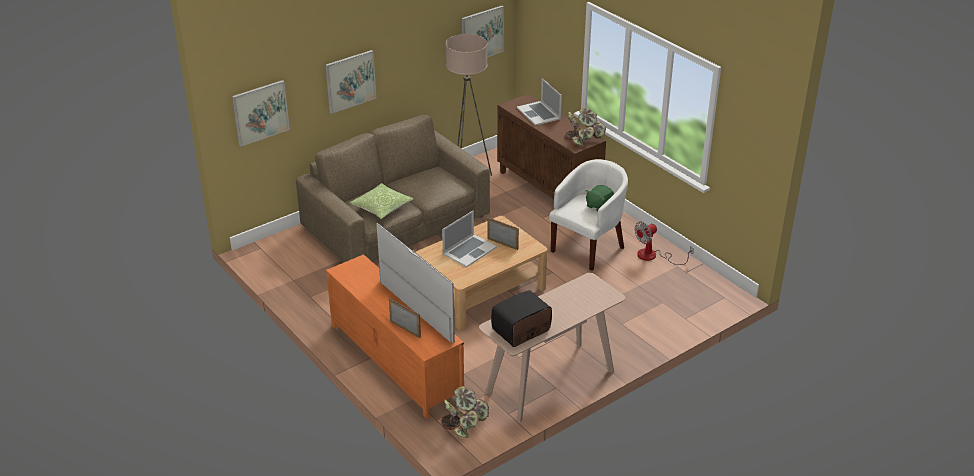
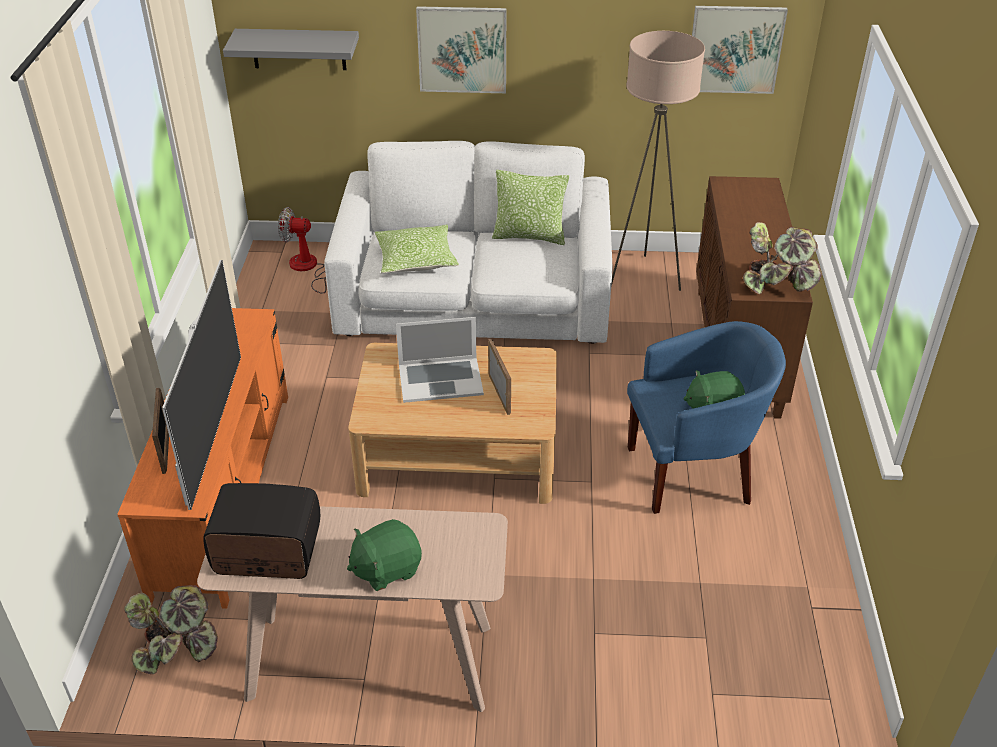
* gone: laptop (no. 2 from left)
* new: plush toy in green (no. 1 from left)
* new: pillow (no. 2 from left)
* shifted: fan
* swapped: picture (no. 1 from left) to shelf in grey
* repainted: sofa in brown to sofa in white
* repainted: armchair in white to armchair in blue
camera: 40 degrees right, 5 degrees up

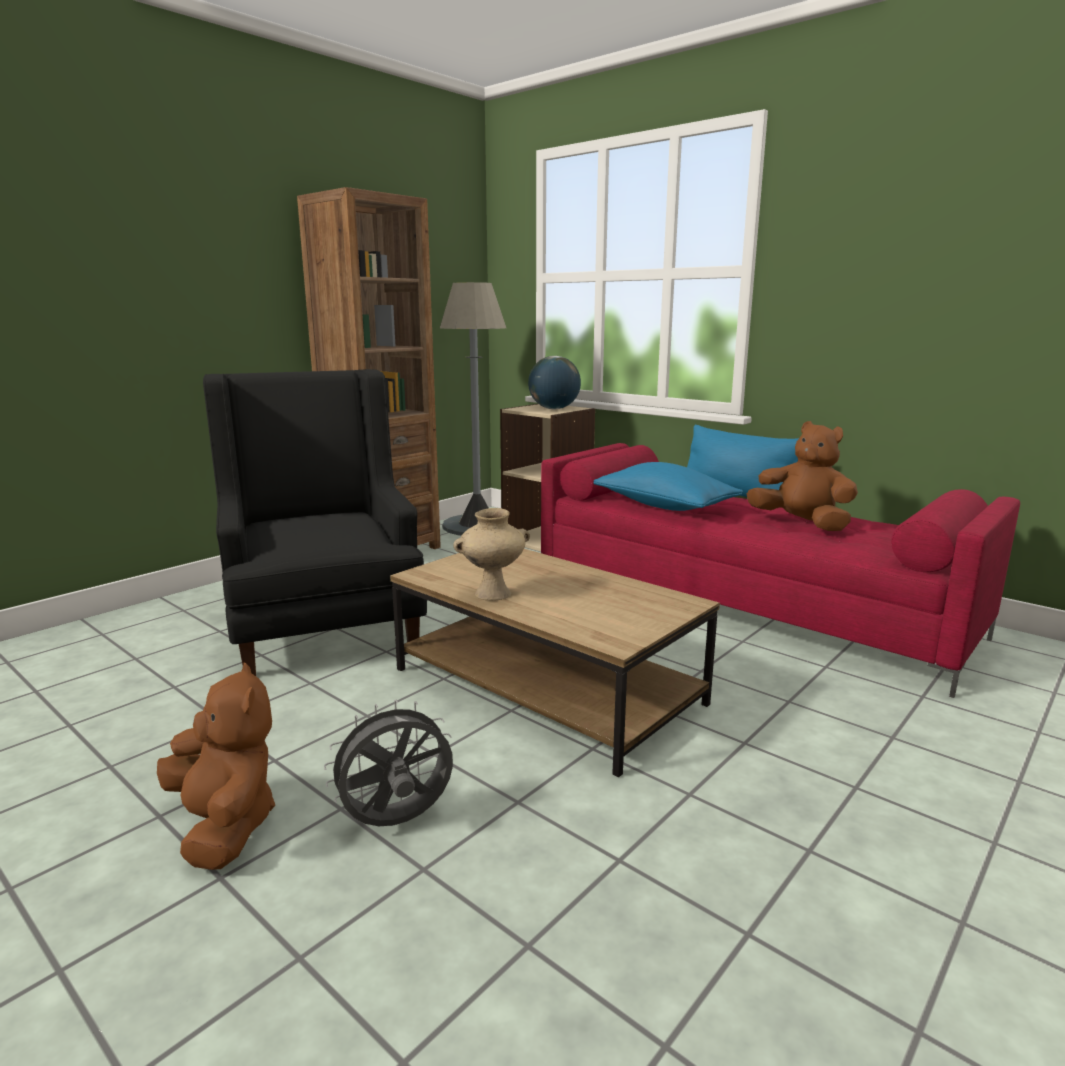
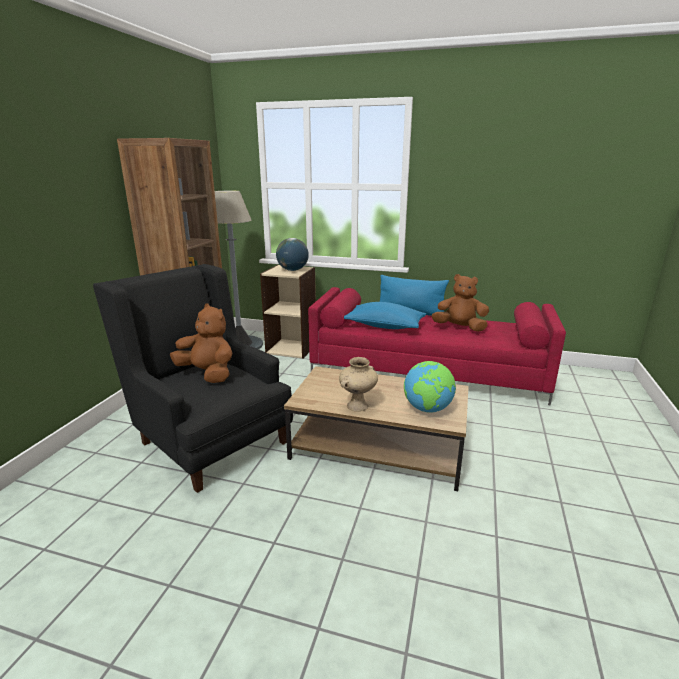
* gone: fan in grey
* new: globe (no. 2 from left)
* shifted: plush toy in brown (no. 1 from left)
camera: 25 degrees left, 5 degrees up

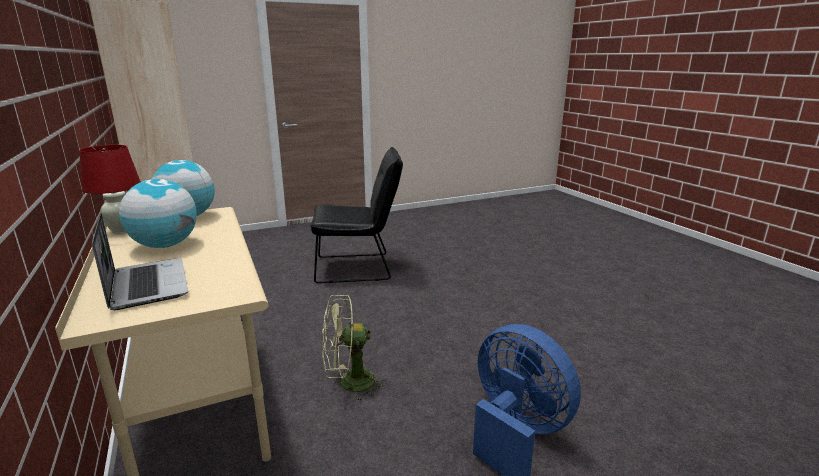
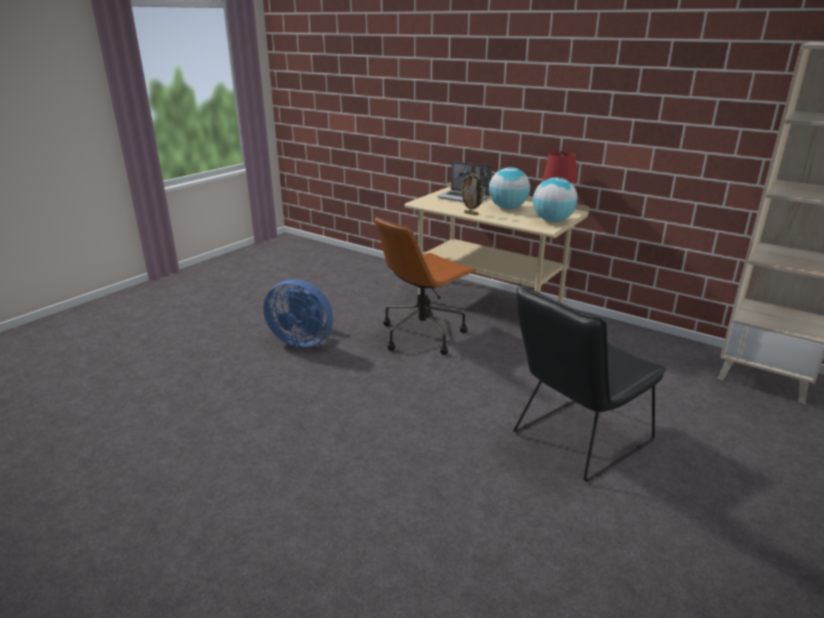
* new: picture frame
* swapped: fan in green to office chair in brown
camera: 150 degrees right, 5 degrees up

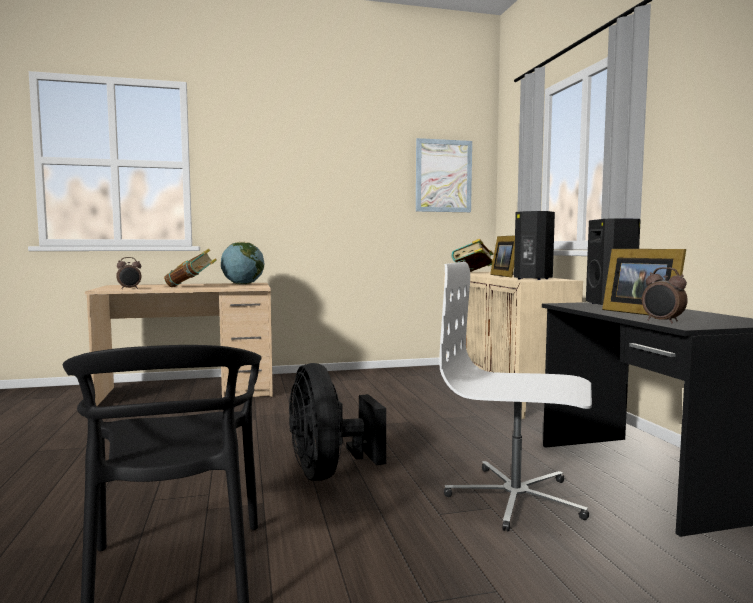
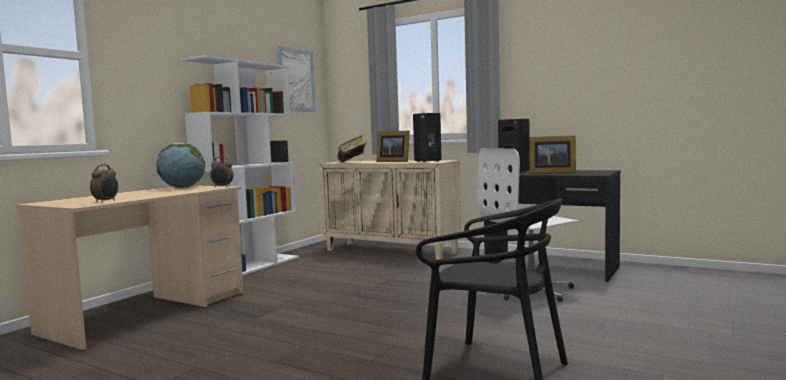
* gone: book (no. 1 from left)
* gone: fan in black
* new: bookcase in white
* shifted: alarm clock (no. 2 from left)
camera: 45 degrees left, 0 degrees up

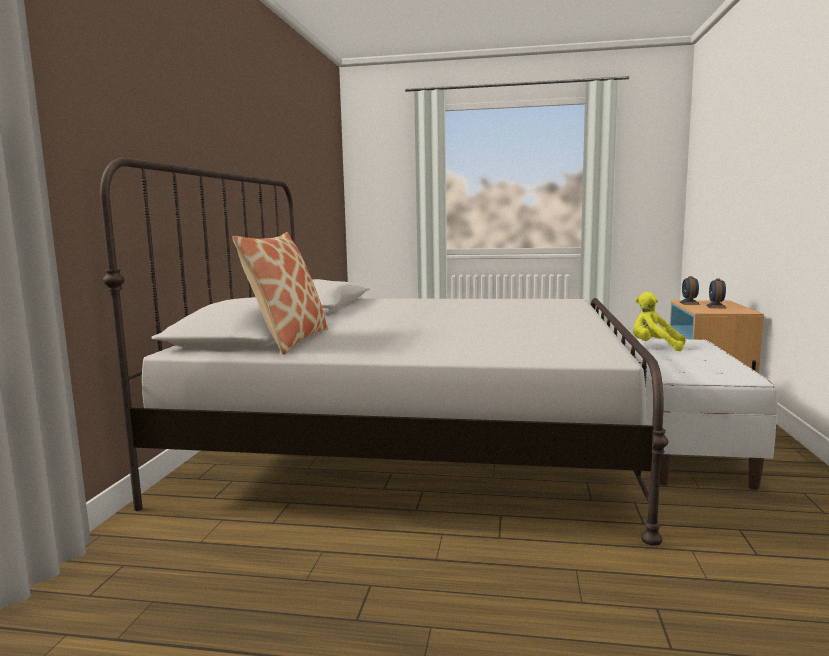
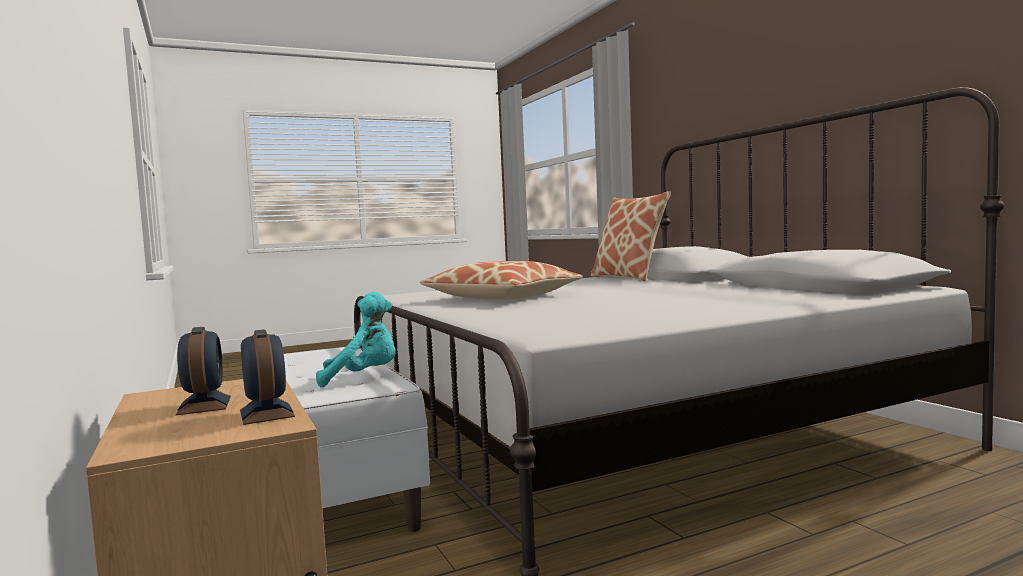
* new: pillow (no. 1 from left)
* repainted: plush toy in yellow to plush toy in turquoise
camera: 145 degrees right, 5 degrees down

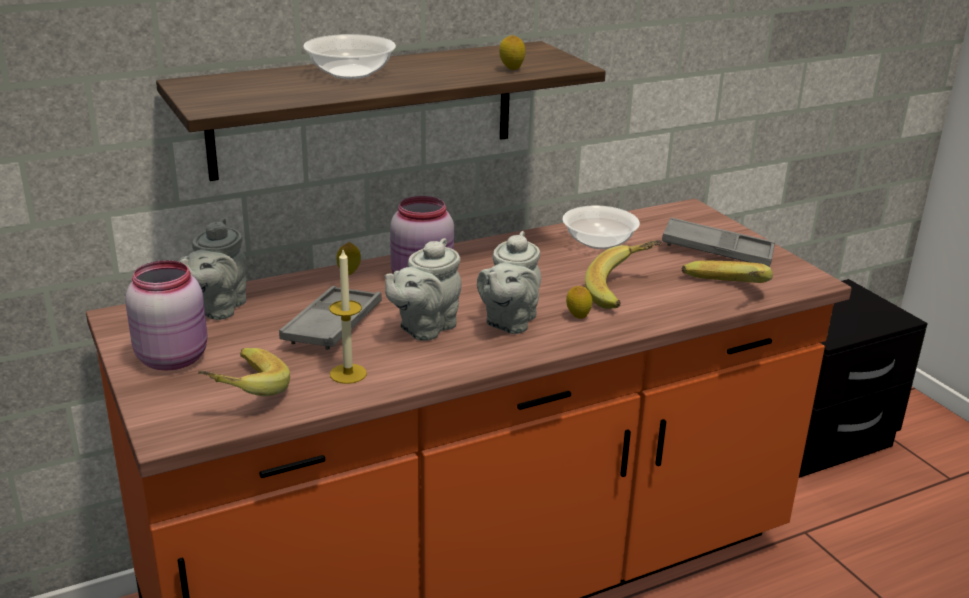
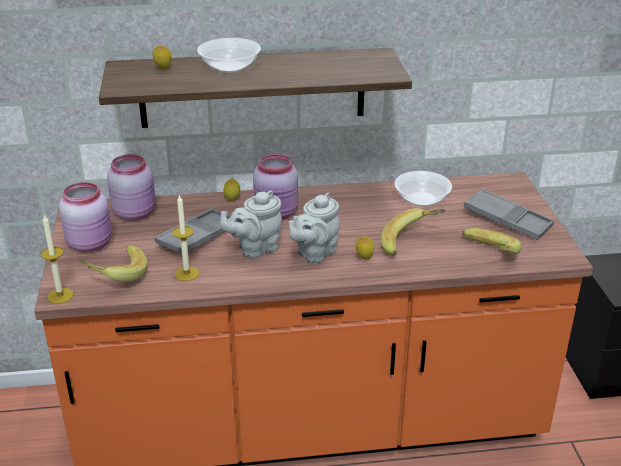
* new: candle (no. 1 from left)
* shifted: lemon (no. 2 from left in the first image) to lemon (no. 1 from left)
* swapped: teapot in grey (no. 1 from left) to jar in pink (no. 2 from left)
camera: 20 degrees right, 5 degrees up

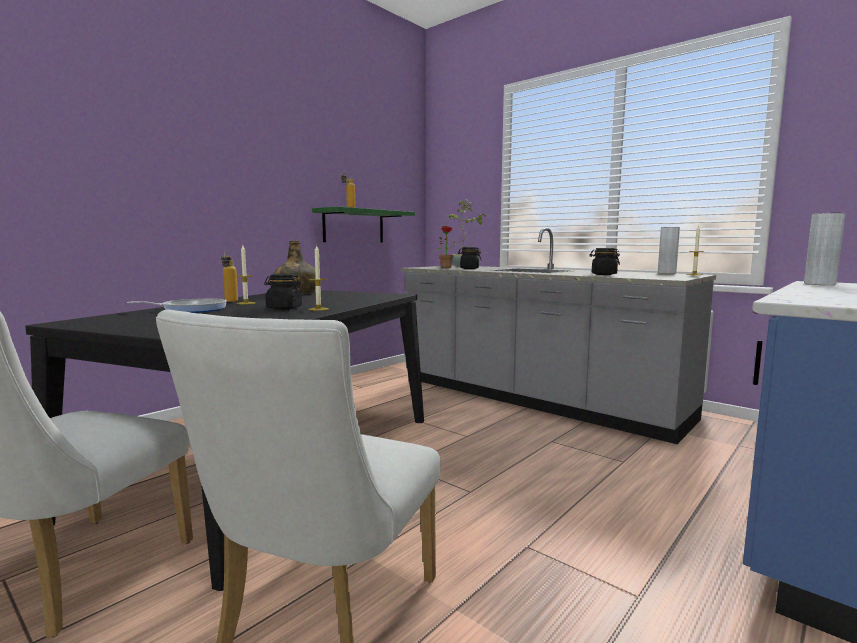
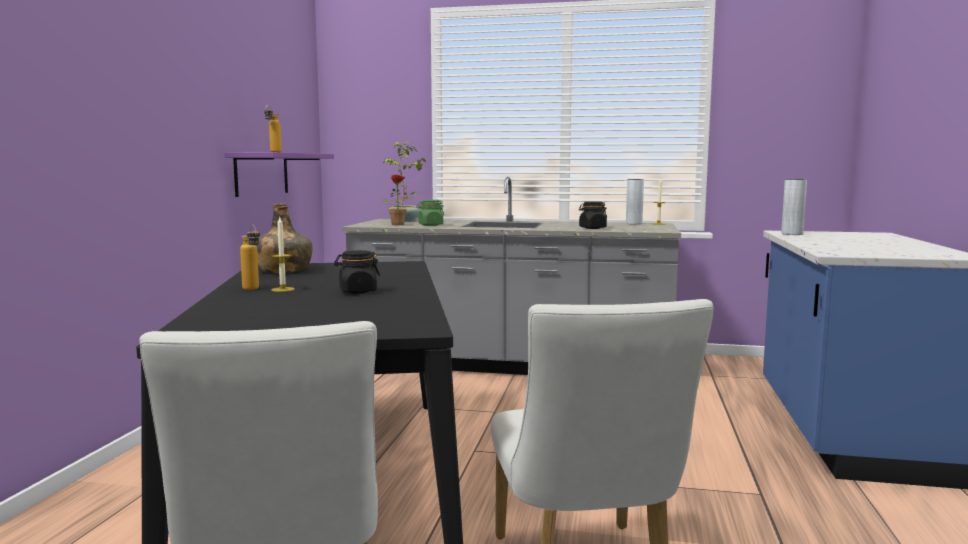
* gone: frying pan
* gone: candle (no. 2 from left)
* repainted: shelf in green to shelf in purple
* repainted: jar in black (no. 2 from left) to jar in green
camera: 30 degrees left, 0 degrees up

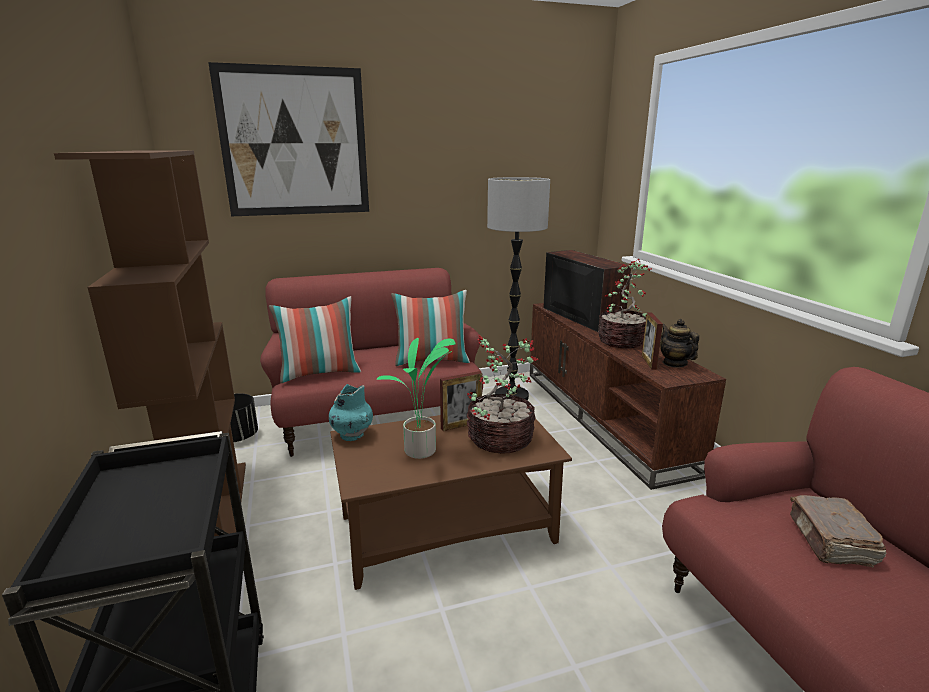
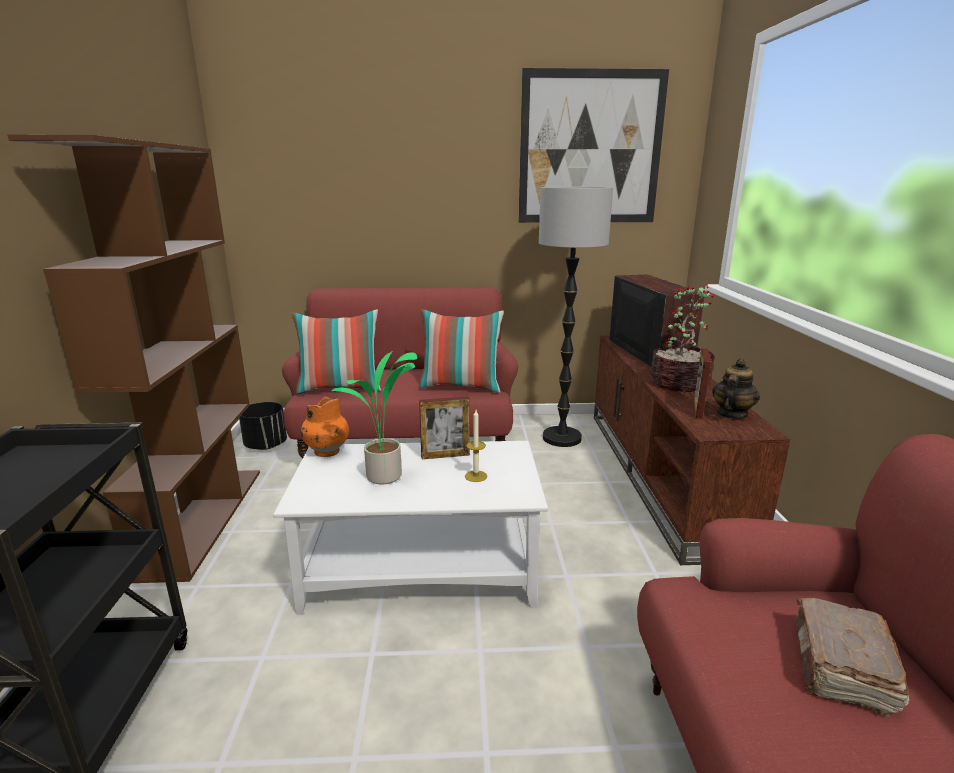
* shifted: picture
* swapped: potted plant (no. 2 from left) to candle
* repainted: vase in turquoise to vase in orange
* repainted: coffee table in brown to coffee table in white
* rotated: teapot 45 degrees clockwise
camera: 15 degrees right, 0 degrees up

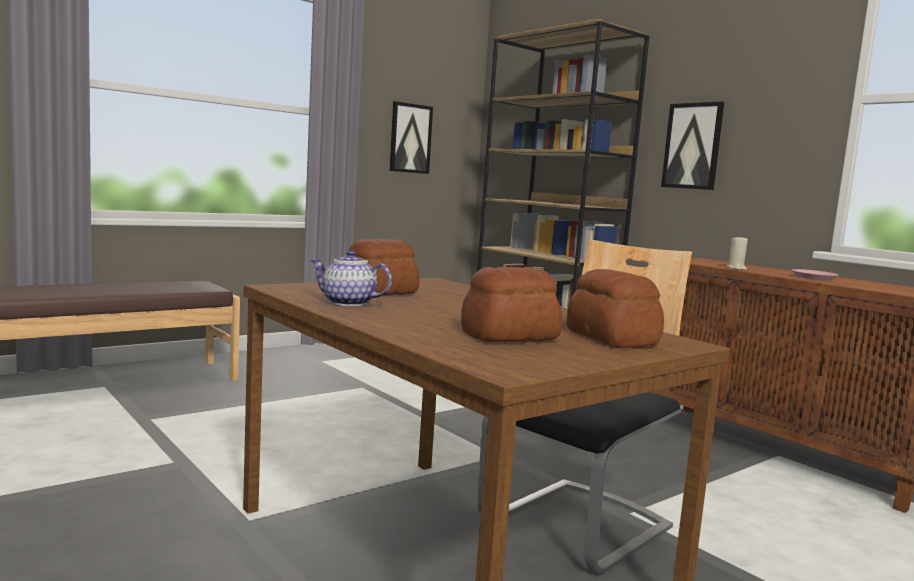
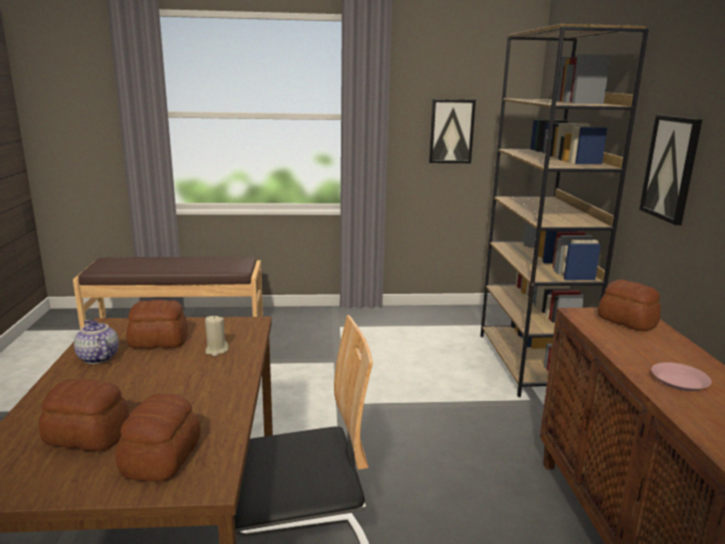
* new: bread (no. 4 from left)
* shifted: candle in beige
camera: 35 degrees right, 10 degrees up

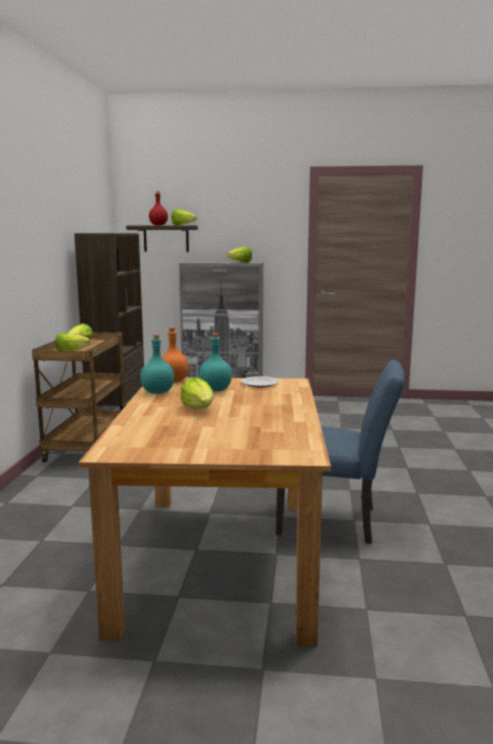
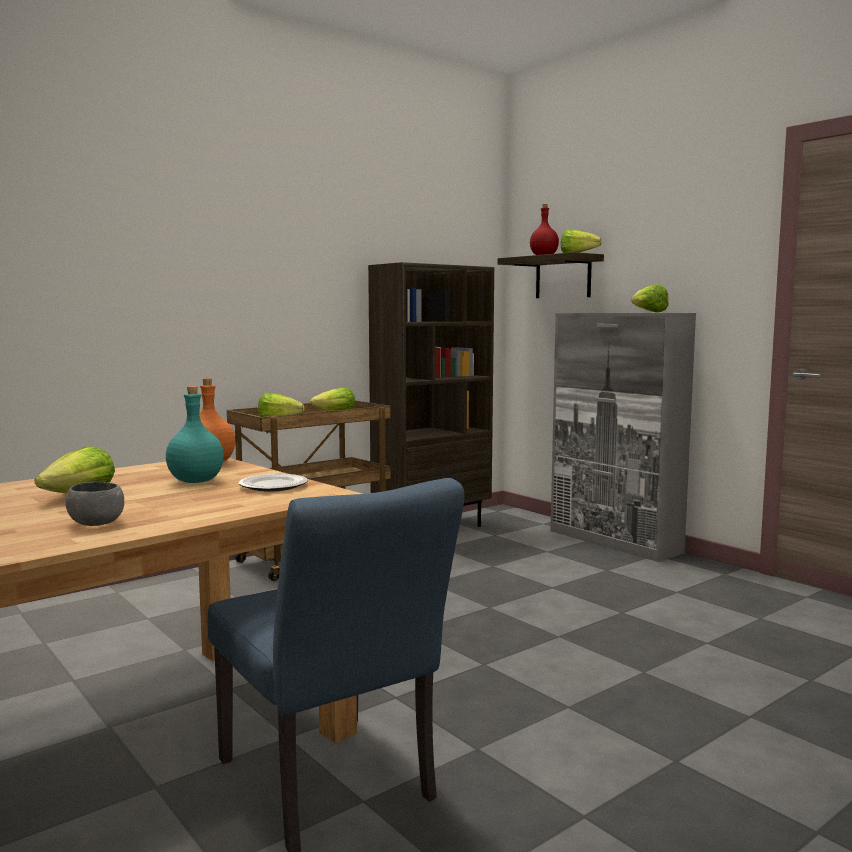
* gone: bottle in turquoise (no. 1 from left)
* new: bowl in grey
camera: 45 degrees right, 5 degrees down

